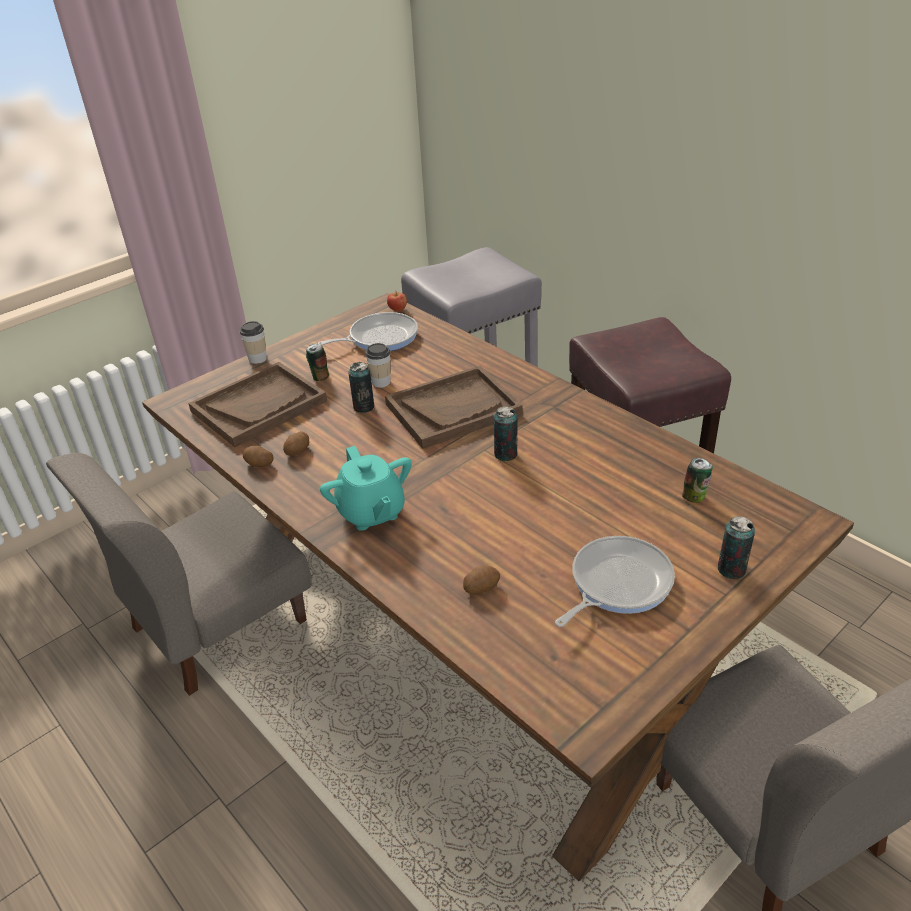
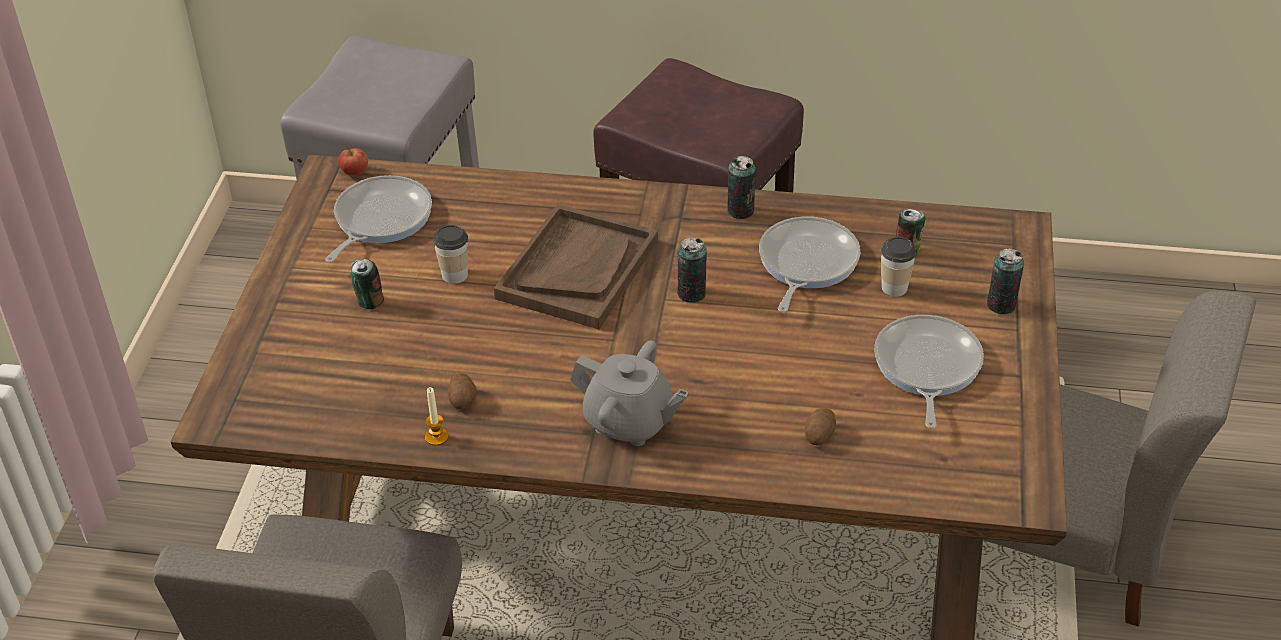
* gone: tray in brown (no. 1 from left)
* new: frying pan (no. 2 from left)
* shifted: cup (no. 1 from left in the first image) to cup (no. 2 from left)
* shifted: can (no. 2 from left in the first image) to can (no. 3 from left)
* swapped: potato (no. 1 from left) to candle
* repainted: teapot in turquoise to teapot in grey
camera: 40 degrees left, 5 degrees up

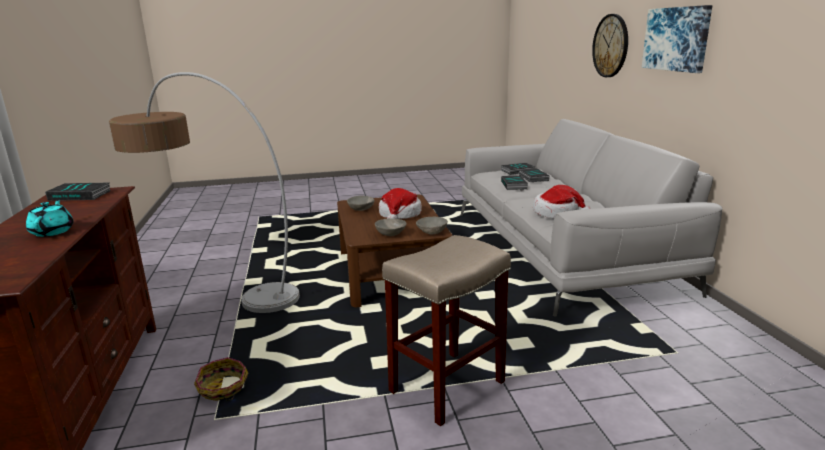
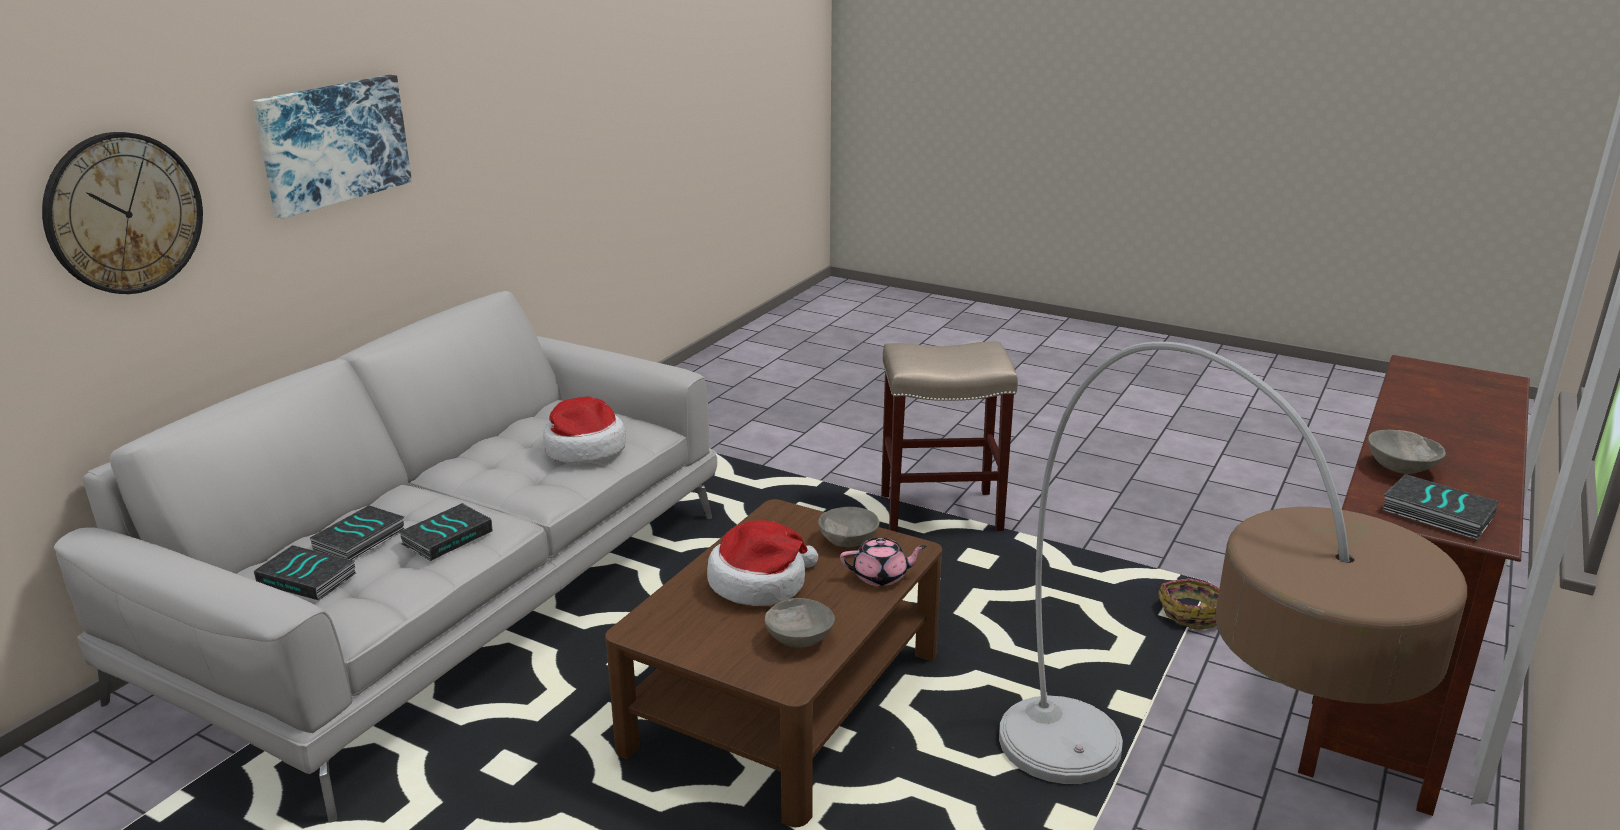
* gone: teapot in turquoise
* new: teapot in pink
* shifted: bowl in grey (no. 3 from left)
camera: 140 degrees left, 5 degrees up

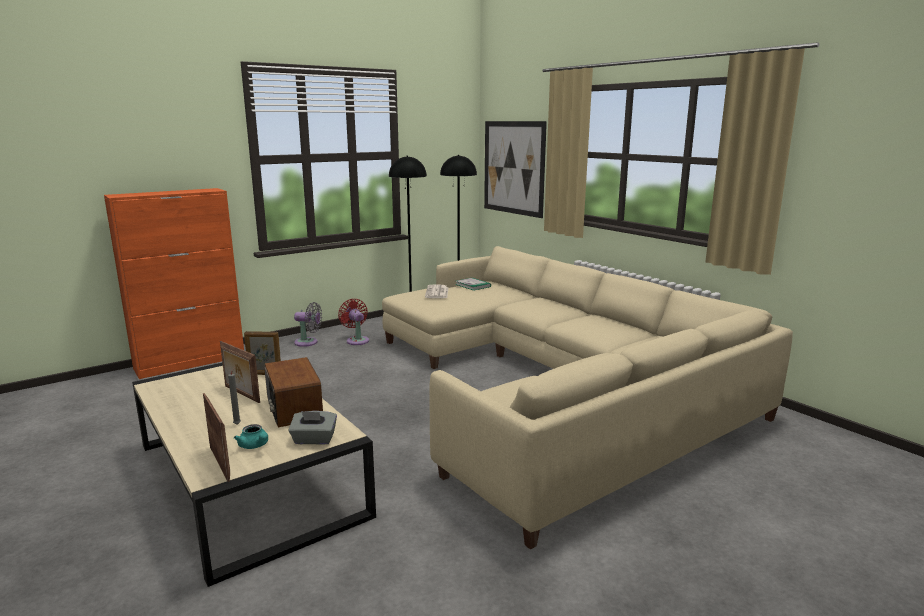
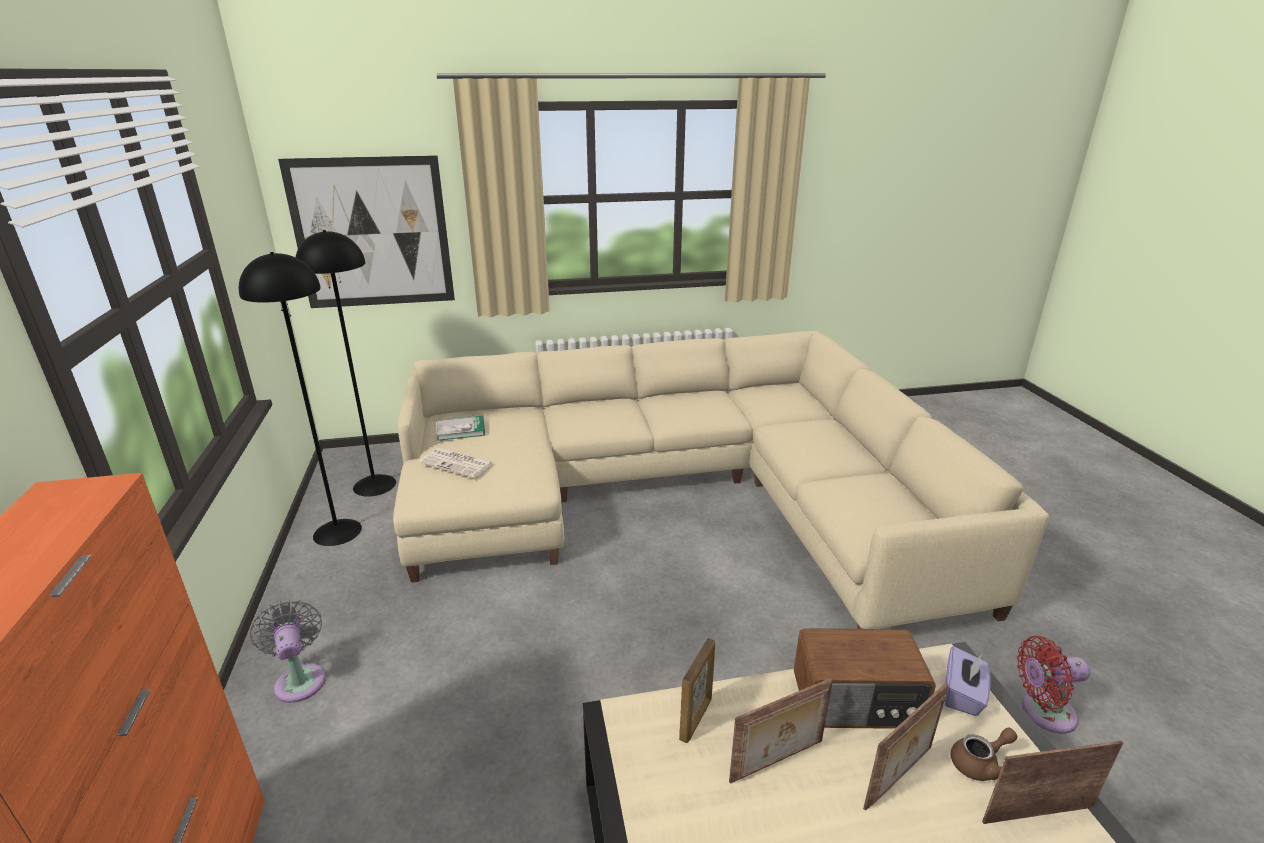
* shifted: fan in red
* swapped: candle in grey to picture frame (no. 3 from left)
* repainted: teapot in turquoise to teapot in brown
* repainted: tissue box in grey to tissue box in purple
* rotated: fan in grey 60 degrees counterclockwise
camera: 65 degrees left, 10 degrees up

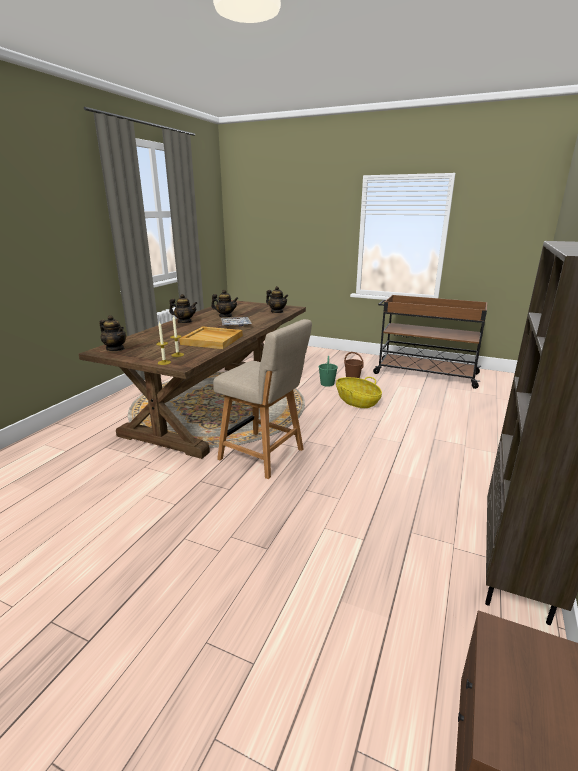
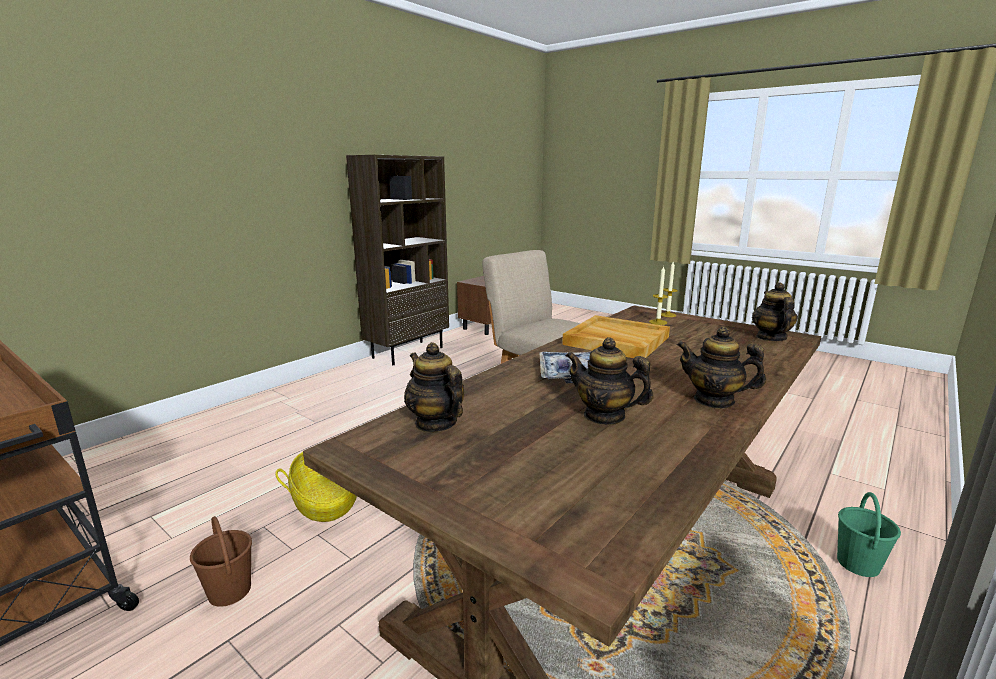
* shifted: bucket in green
* rotated: teapot (no. 1 from left in the first image) 45 degrees clockwise
camera: 165 degrees left, 5 degrees down

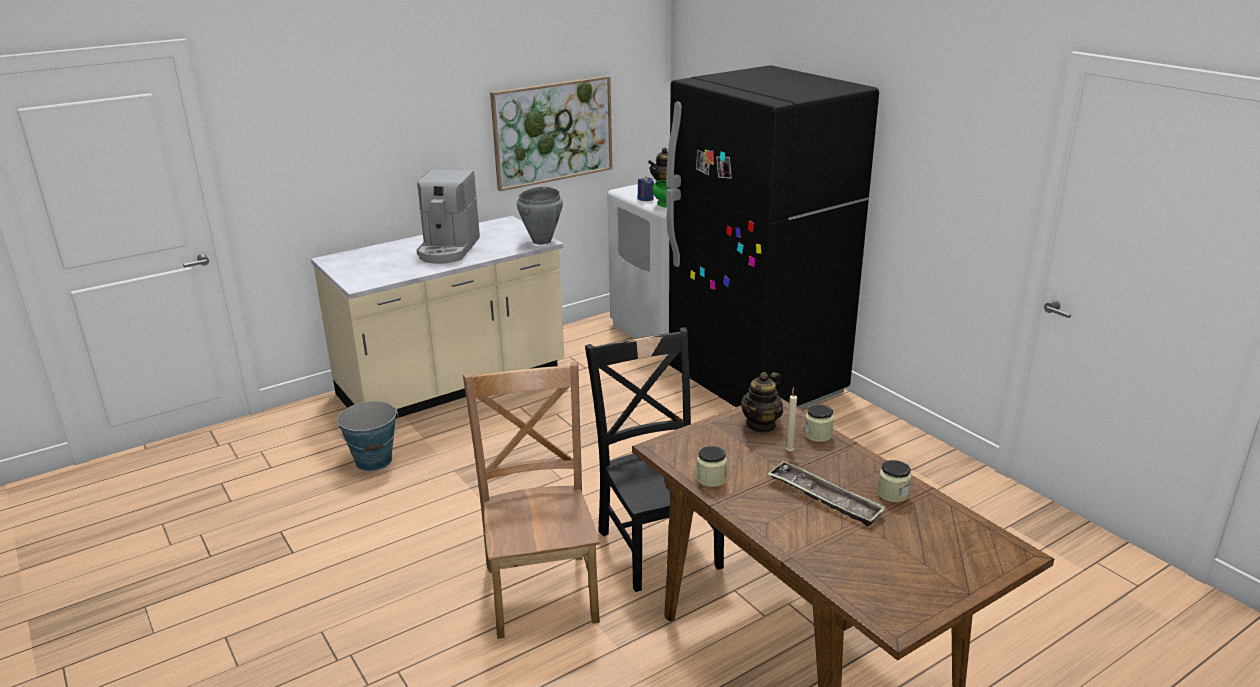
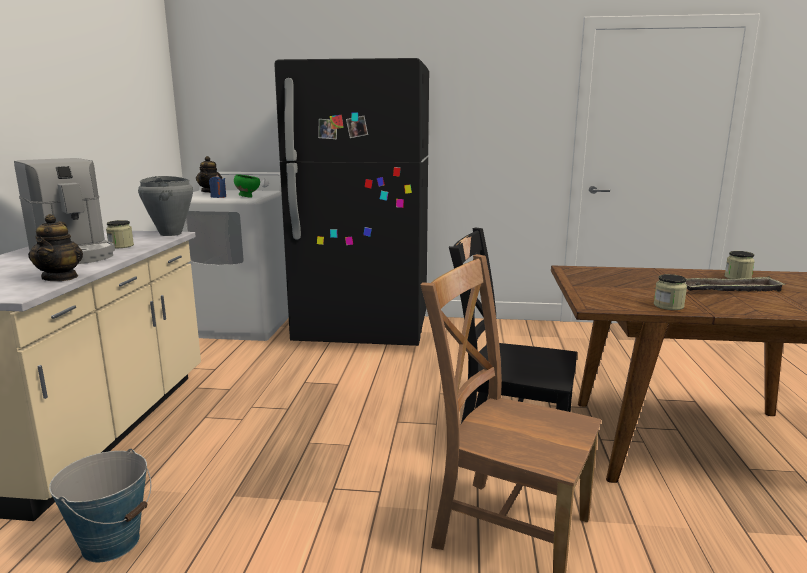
* gone: picture
* gone: candle in beige
* shifted: teapot (no. 2 from left in the first image) to teapot (no. 1 from left)
* shifted: jar (no. 2 from left in the first image) to jar (no. 1 from left)
camera: 50 degrees left, 10 degrees down

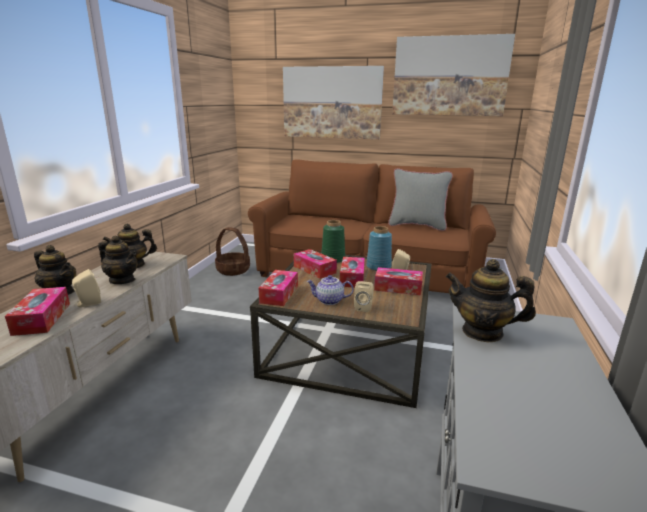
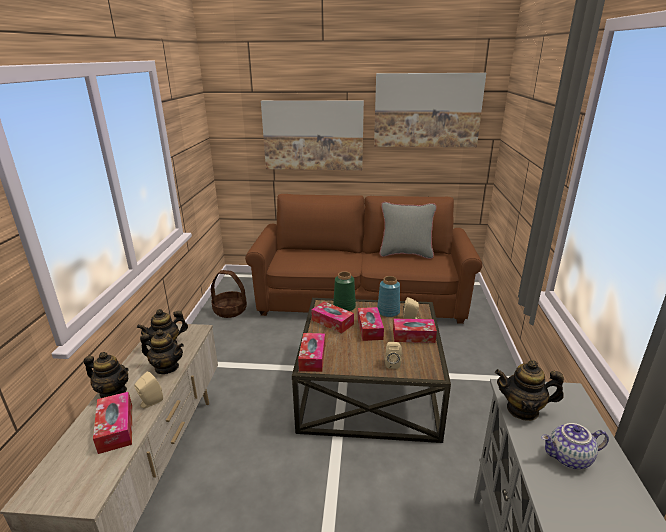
* shifted: teapot (no. 4 from left in the first image) to teapot (no. 5 from left)
camera: 10 degrees left, 5 degrees up

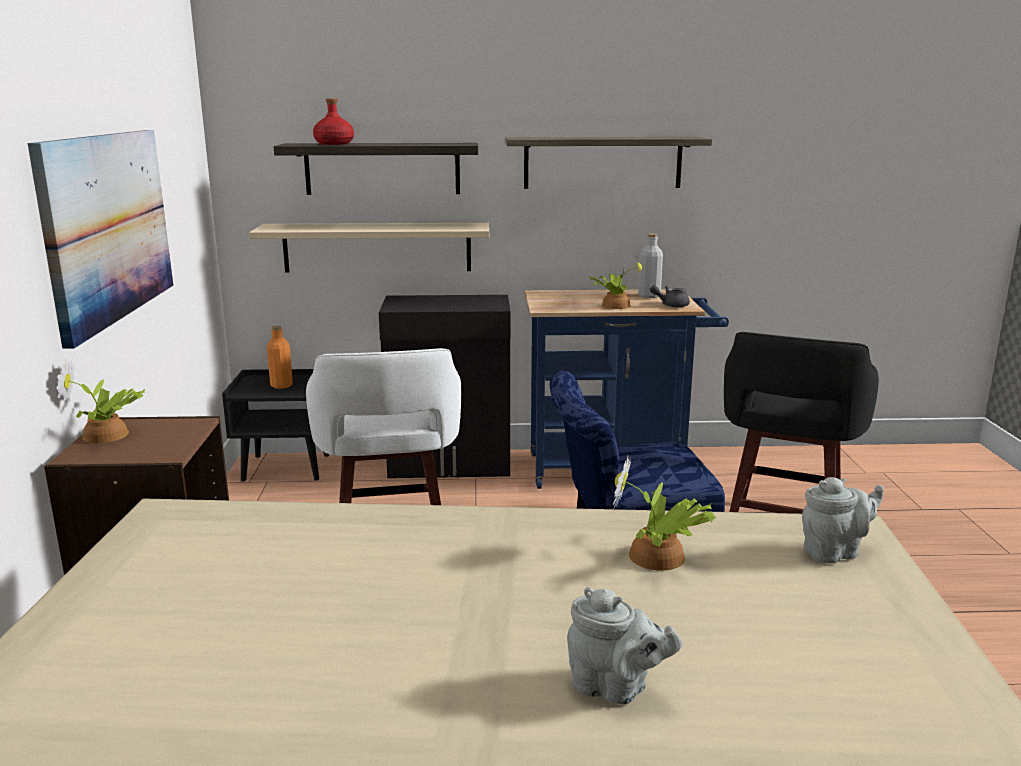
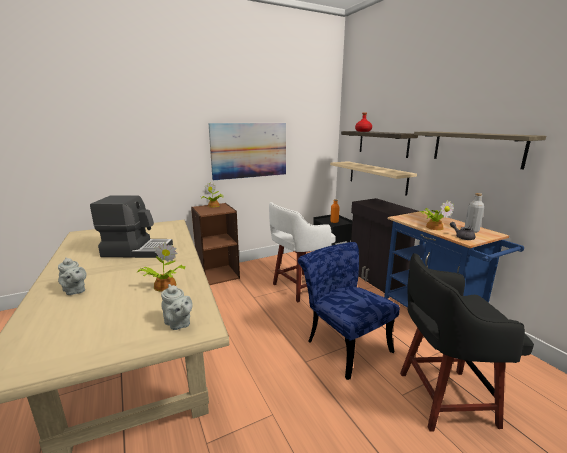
* new: coffee machine
* rotated: teapot in grey (no. 1 from left) 45 degrees counterclockwise
camera: 65 degrees right, 0 degrees up

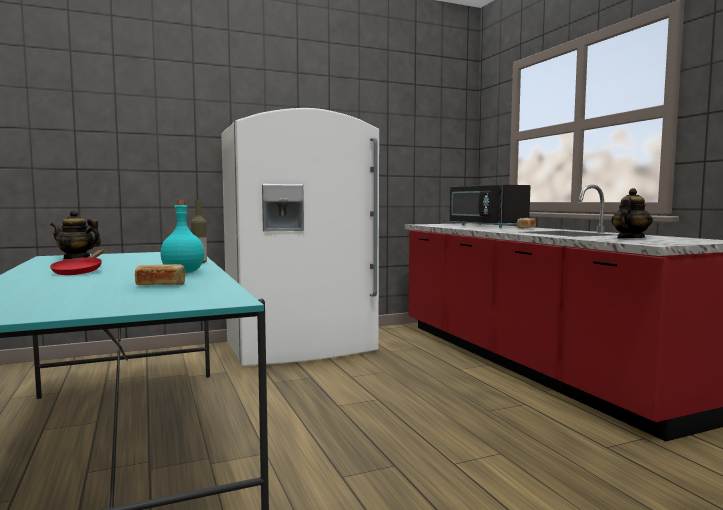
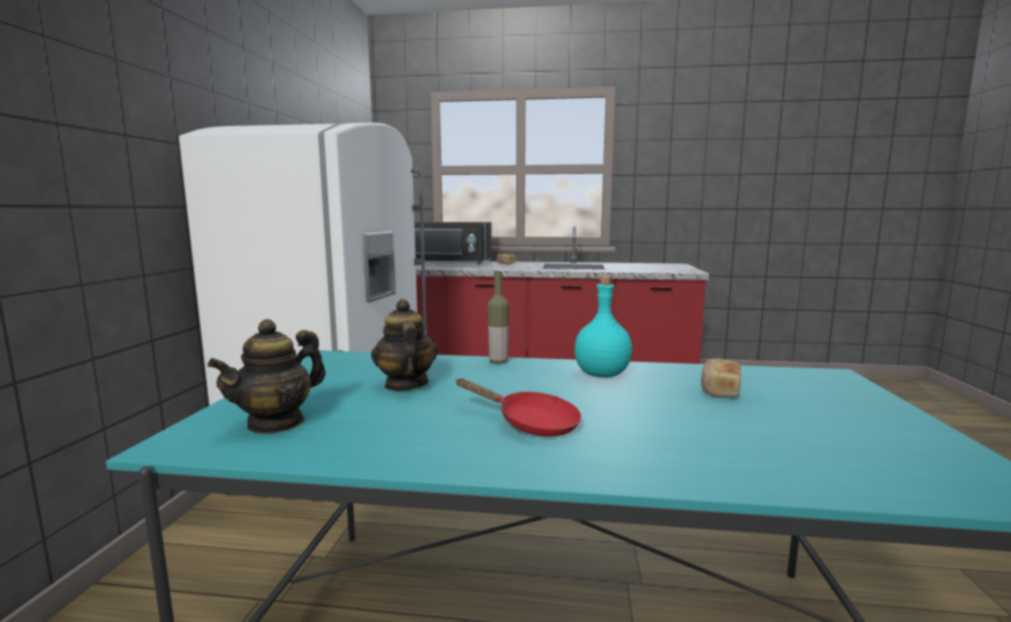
* shifted: teapot (no. 2 from left)
camera: 60 degrees left, 5 degrees up

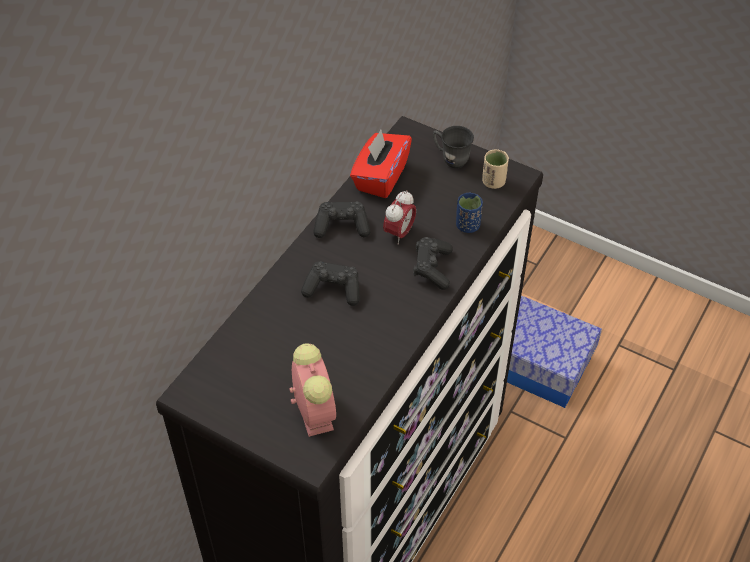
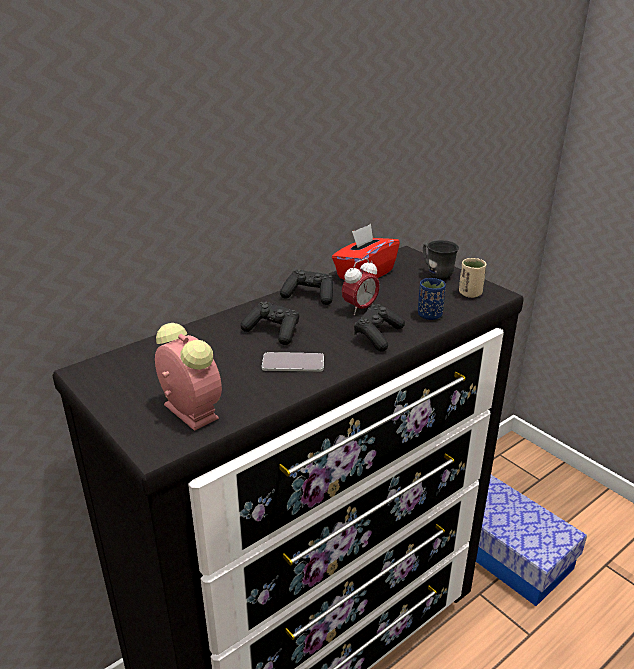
* new: phone
* rotated: alarm clock (no. 1 from left) 45 degrees counterclockwise
camera: 20 degrees right, 20 degrees down

